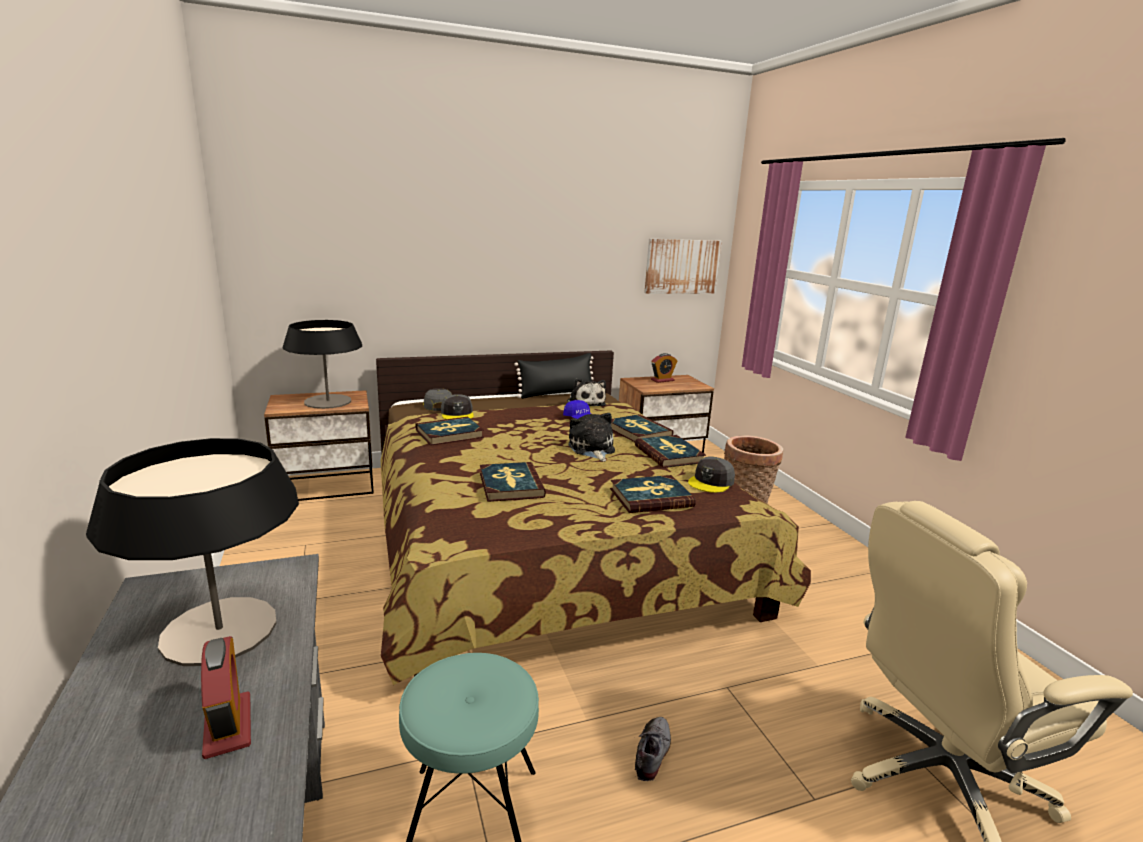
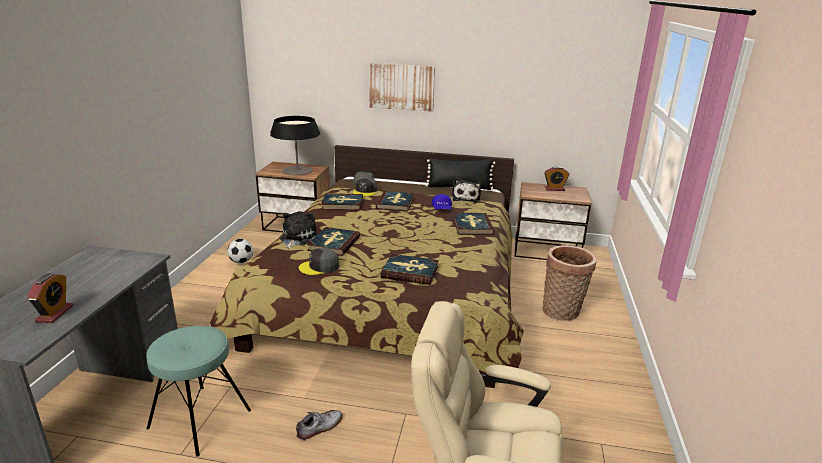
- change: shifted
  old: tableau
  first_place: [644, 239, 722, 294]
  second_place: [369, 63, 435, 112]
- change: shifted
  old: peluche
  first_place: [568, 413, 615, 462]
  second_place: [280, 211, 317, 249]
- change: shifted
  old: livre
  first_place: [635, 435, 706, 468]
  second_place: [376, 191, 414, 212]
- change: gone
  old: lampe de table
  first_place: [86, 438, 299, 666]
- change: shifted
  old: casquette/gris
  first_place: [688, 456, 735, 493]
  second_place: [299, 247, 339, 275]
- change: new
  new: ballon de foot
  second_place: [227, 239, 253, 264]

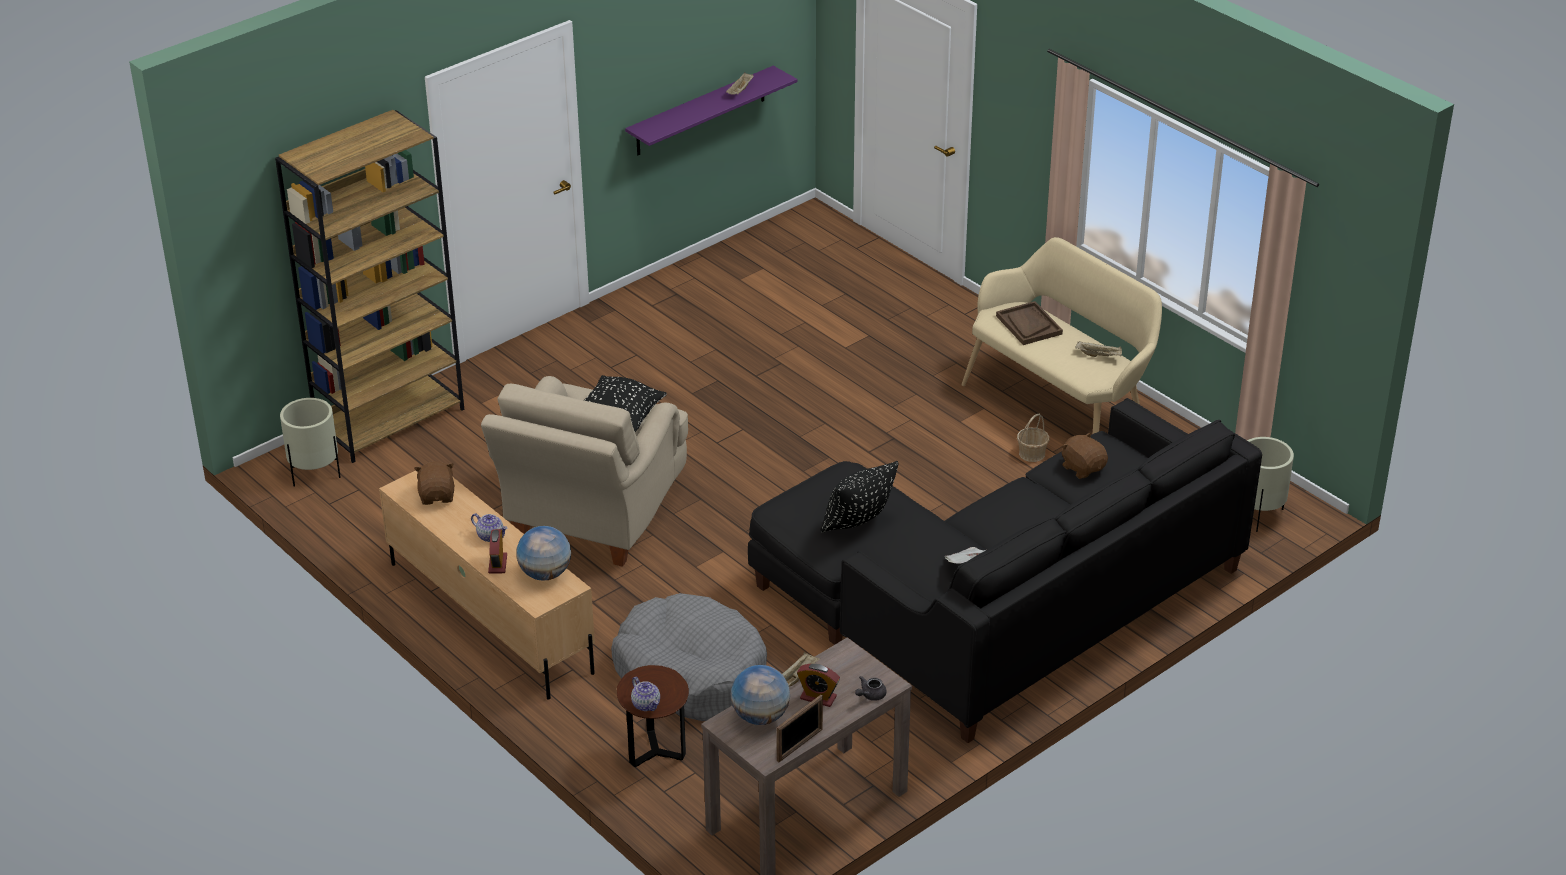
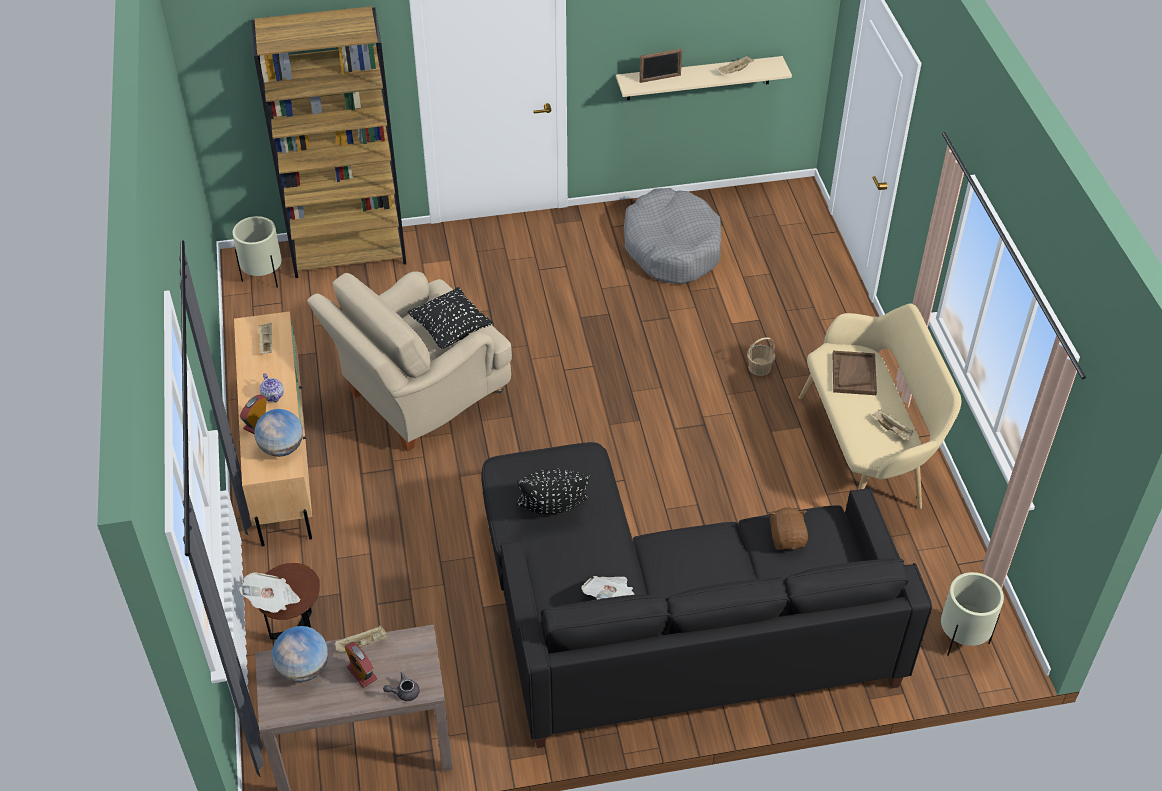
- change: repainted
  old: étagère/violet
  new: étagère/beige
  first_place: [625, 66, 797, 155]
  second_place: [616, 56, 792, 100]
- change: shifted
  old: panier
  first_place: [1017, 414, 1050, 462]
  second_place: [747, 337, 775, 376]
- change: swapped
  old: peluche/marron
  new: plateau/beige
  first_place: [414, 462, 454, 505]
  second_place: [258, 322, 272, 354]
- change: shifted
  old: panier pour chien/gris
  first_place: [611, 593, 767, 721]
  second_place: [624, 188, 721, 284]
- change: swapped
  old: théière
  new: journal
  first_place: [631, 677, 660, 711]
  second_place: [239, 572, 300, 613]
- change: shifted
  old: cadre photo
  first_place: [777, 695, 823, 762]
  second_place: [639, 48, 682, 83]

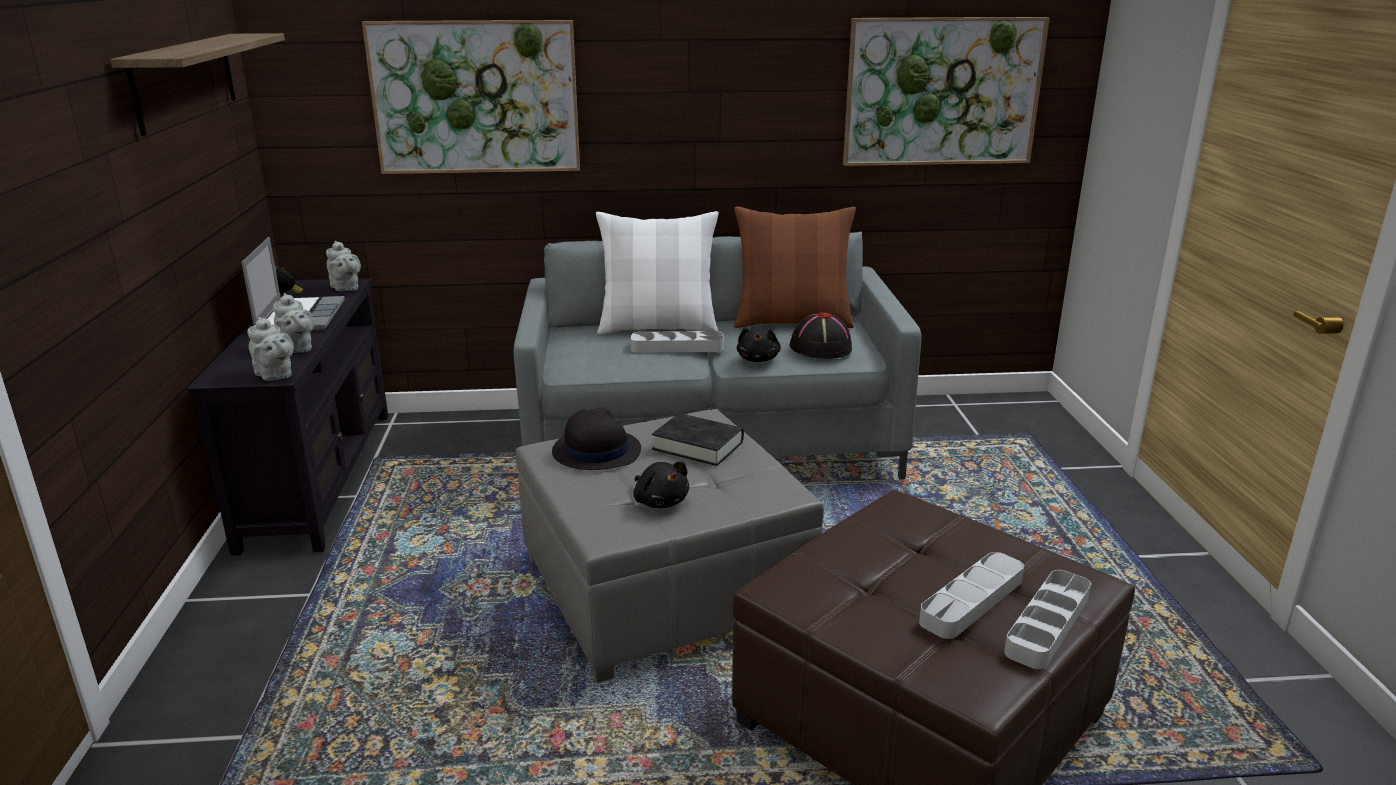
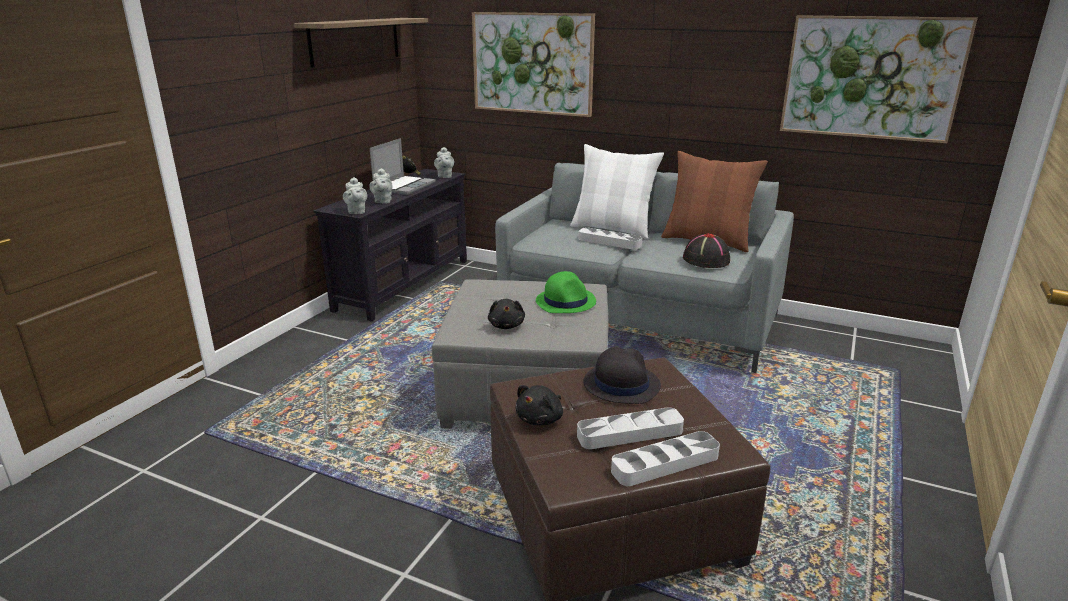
- change: shifted
  old: peluche/noir
  first_place: [737, 327, 781, 362]
  second_place: [515, 385, 563, 425]
- change: shifted
  old: chapeau/noir
  first_place: [552, 408, 641, 470]
  second_place: [583, 347, 661, 404]
- change: swapped
  old: livre/noir
  new: chapeau/vert
  first_place: [652, 413, 744, 466]
  second_place: [536, 271, 596, 313]

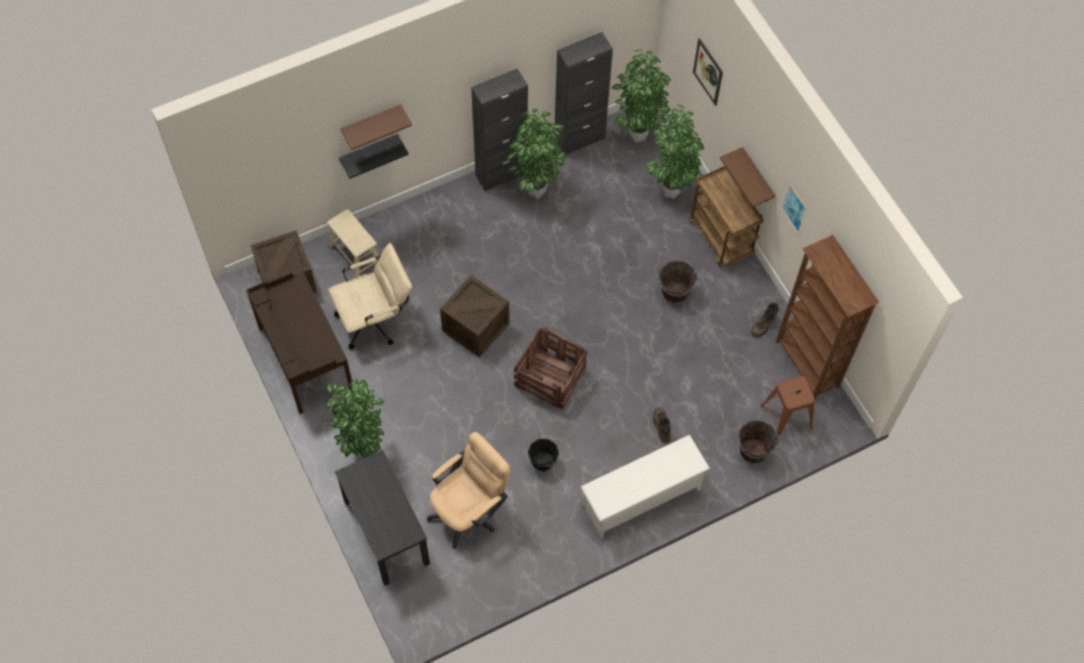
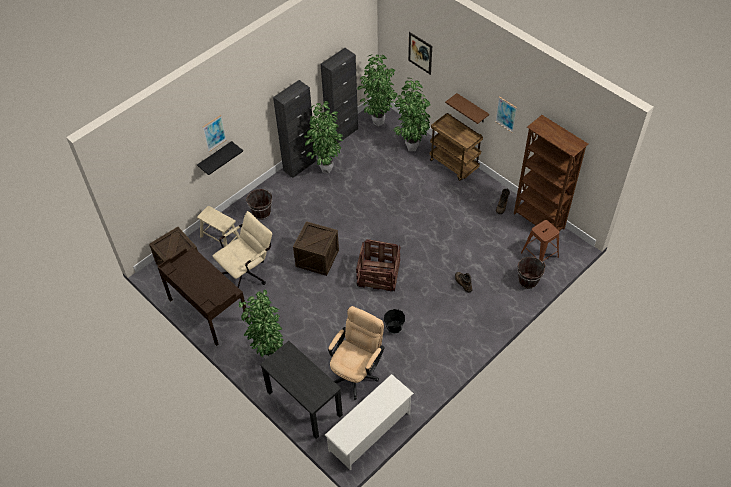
- change: swapped
  old: étagère/marron
  new: tableau
  first_place: [341, 104, 412, 150]
  second_place: [203, 115, 226, 152]
- change: shifted
  old: seau/marron
  first_place: [659, 260, 698, 304]
  second_place: [246, 189, 272, 220]
- change: shifted
  old: étagère à chaussures/blanc
  first_place: [580, 435, 710, 538]
  second_place: [325, 374, 414, 470]

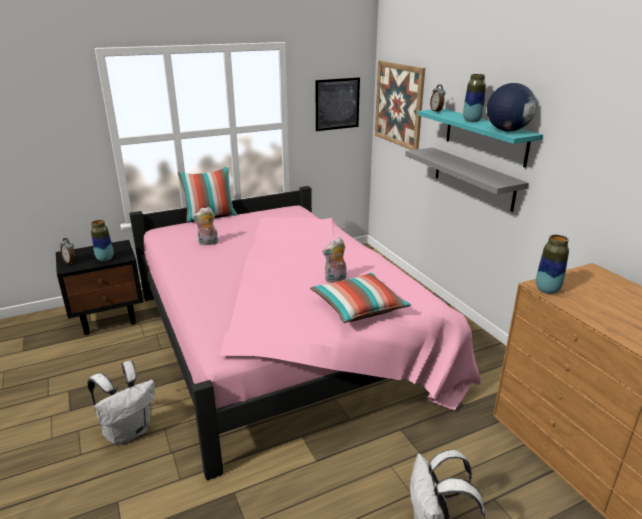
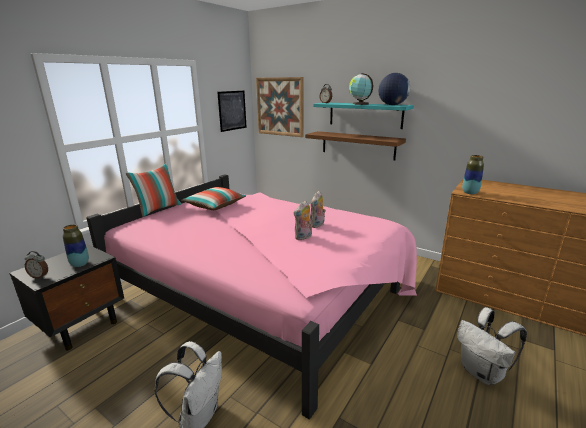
- change: swapped
  old: vase
  new: globe
  first_place: [463, 74, 486, 122]
  second_place: [349, 73, 374, 105]
- change: repainted
  old: étagère/gris
  new: étagère/marron
  first_place: [405, 147, 528, 212]
  second_place: [305, 131, 406, 160]
- change: shifted
  old: peluche
  first_place: [192, 207, 219, 245]
  second_place: [294, 201, 312, 240]
- change: shifted
  old: coussin
  first_place: [310, 272, 411, 323]
  second_place: [181, 187, 246, 210]

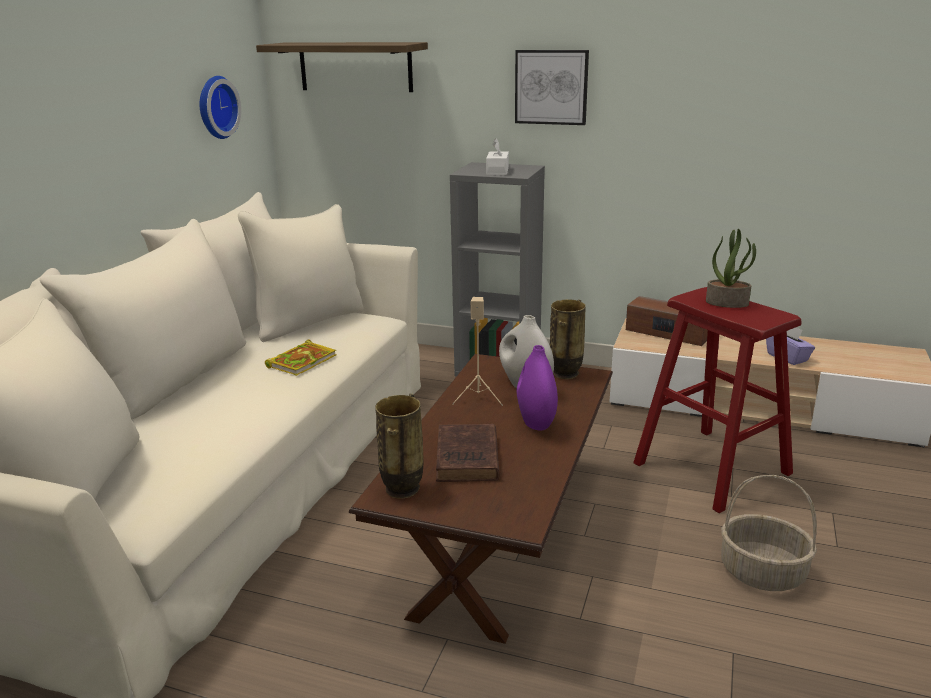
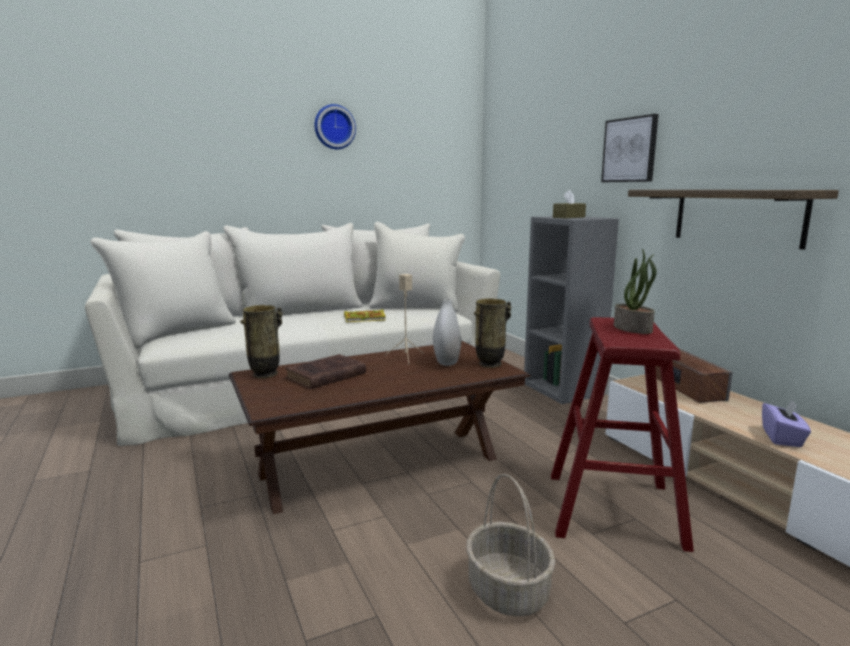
- change: shifted
  old: étagère
  first_place: [256, 42, 428, 92]
  second_place: [628, 190, 839, 250]
- change: shifted
  old: horloge murale
  first_place: [200, 76, 241, 139]
  second_place: [314, 104, 356, 149]
- change: repainted
  old: boîte à mouchoirs/blanc
  new: boîte à mouchoirs/marron
  first_place: [486, 139, 509, 175]
  second_place: [553, 190, 586, 218]
- change: gone
  old: vase/violet
  first_place: [517, 345, 558, 431]

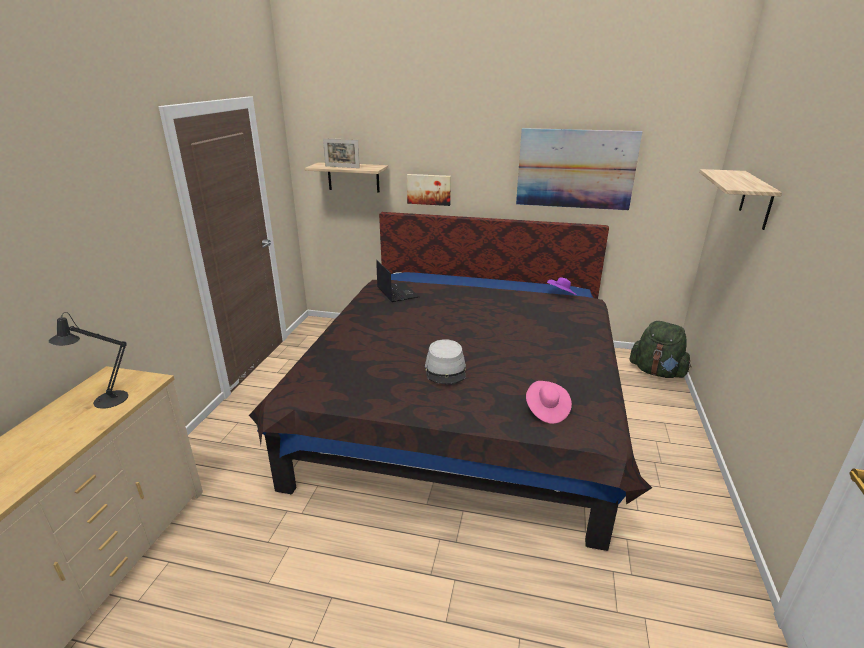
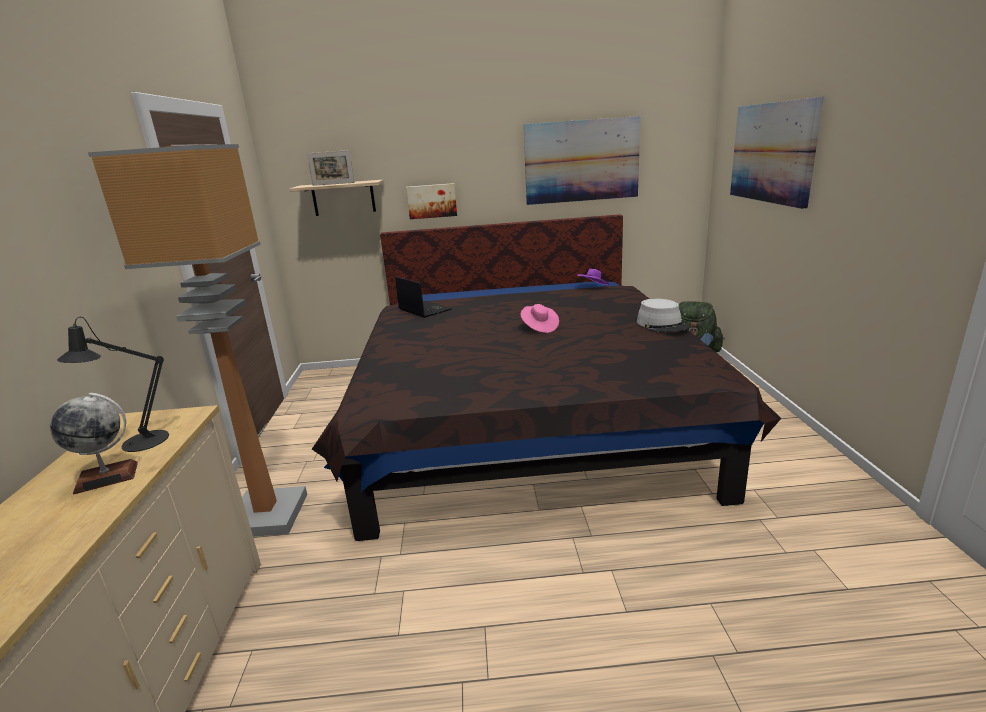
- change: swapped
  old: étagère
  new: tableau
  first_place: [699, 169, 782, 230]
  second_place: [730, 97, 824, 209]
- change: shifted
  old: chapeau/gris
  first_place: [425, 339, 466, 384]
  second_place: [637, 299, 690, 332]
- change: shifted
  old: chapeau/rose
  first_place: [526, 381, 572, 424]
  second_place: [520, 304, 559, 333]
- change: new
  new: lampadaire
  second_place: [88, 144, 307, 537]
- change: new
  new: globe
  second_place: [50, 393, 138, 494]

